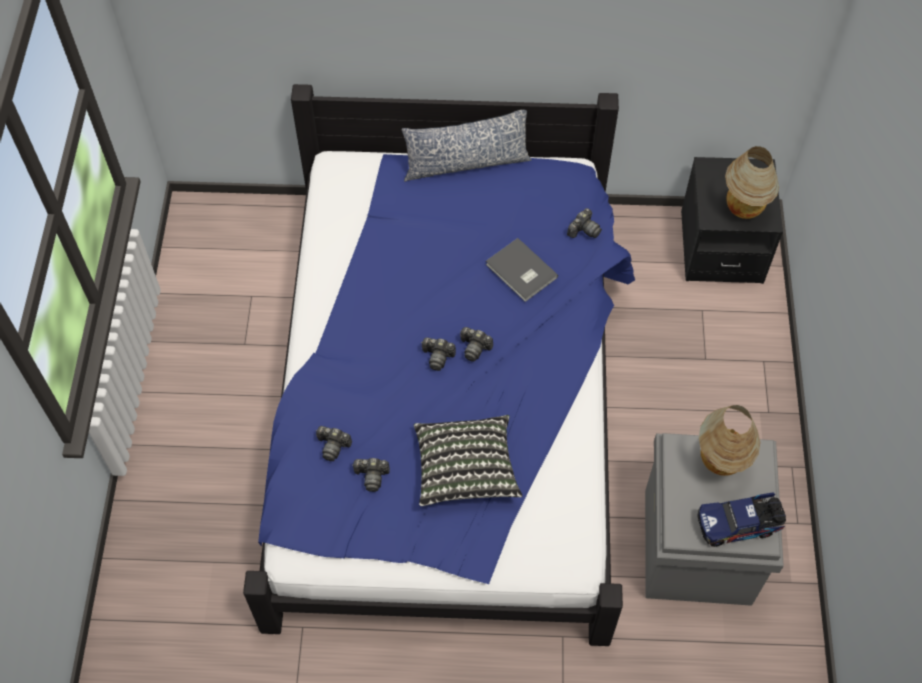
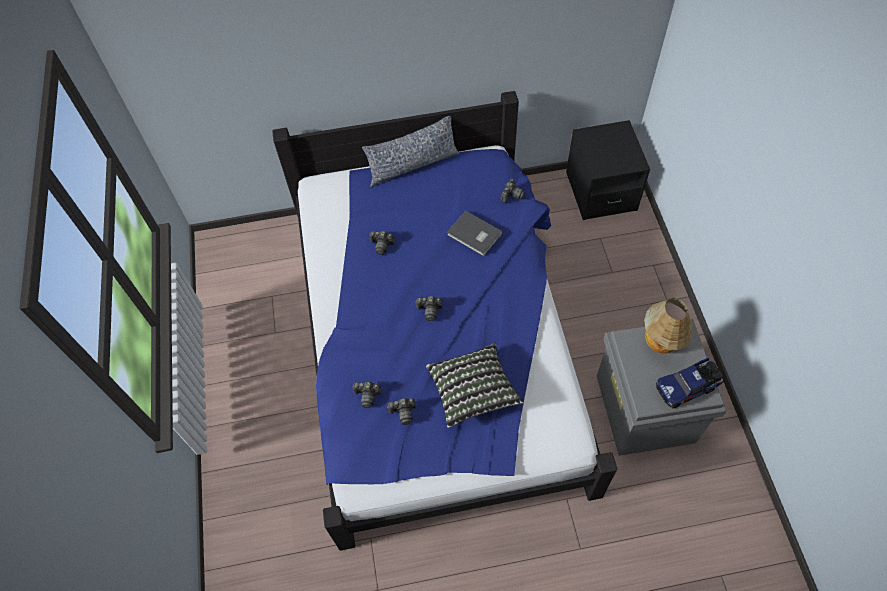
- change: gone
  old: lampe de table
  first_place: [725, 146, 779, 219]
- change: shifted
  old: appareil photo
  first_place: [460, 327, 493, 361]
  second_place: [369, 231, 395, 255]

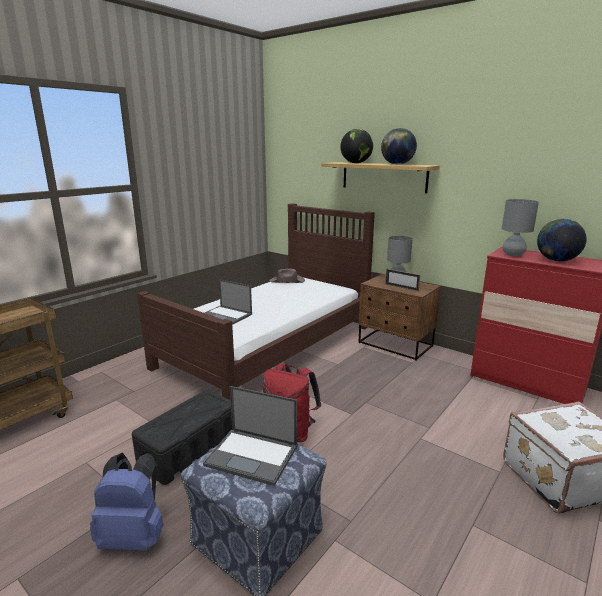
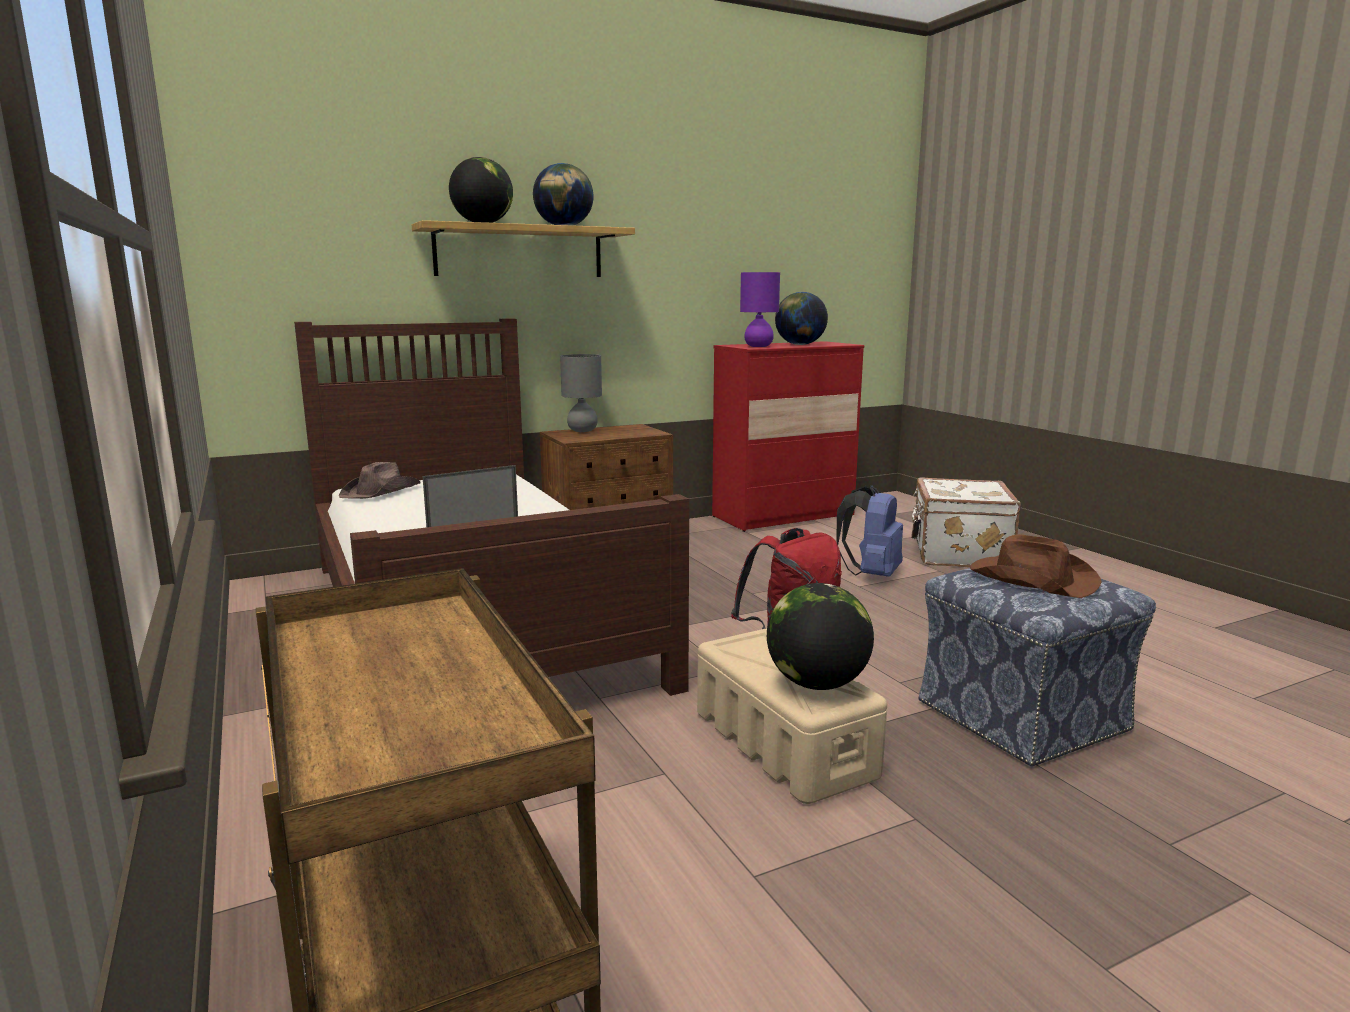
- change: repainted
  old: lampe de table/gris
  new: lampe de table/violet
  first_place: [502, 199, 539, 256]
  second_place: [740, 272, 780, 347]
- change: gone
  old: cadre photo
  first_place: [385, 269, 420, 291]
- change: swapped
  old: ordinateur portable
  new: chapeau/marron
  first_place: [203, 386, 297, 486]
  second_place: [970, 534, 1102, 598]
- change: repainted
  old: boîte de rangement/noir
  new: boîte de rangement/beige
  first_place: [132, 390, 232, 485]
  second_place: [697, 629, 887, 804]
- change: shifted
  old: sac à dos/bleu
  first_place: [90, 452, 163, 551]
  second_place: [836, 485, 903, 577]
- change: new
  new: globe
  second_place: [767, 583, 874, 690]

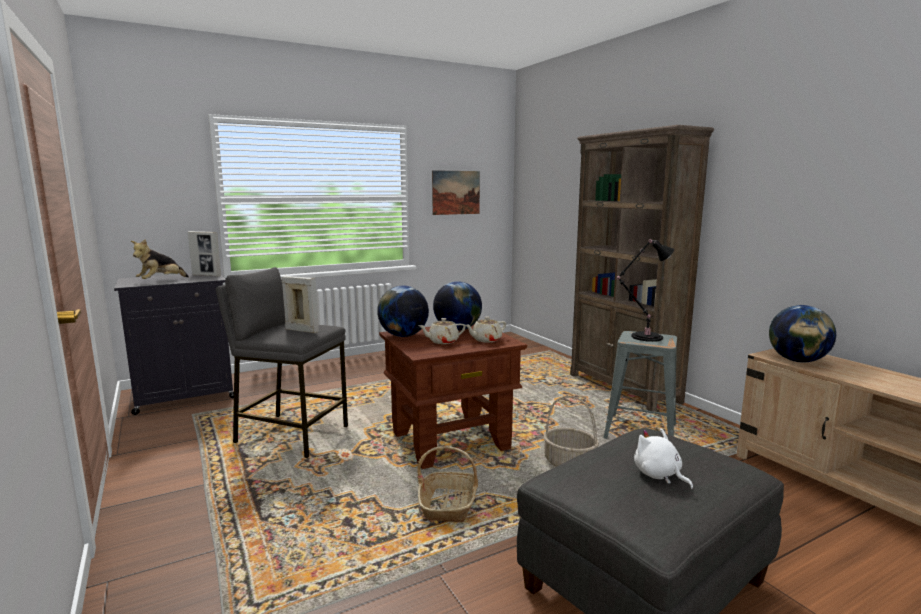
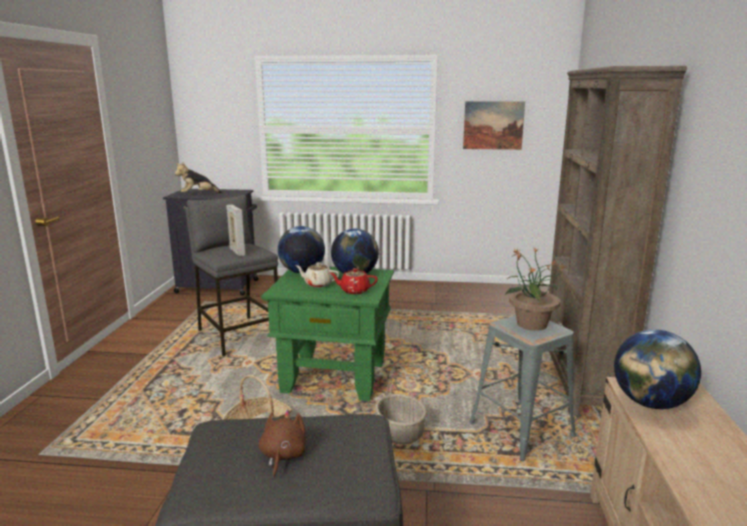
- change: gone
  old: cadre photo
  first_place: [188, 231, 221, 276]
- change: swapped
  old: lampe de table/noir
  new: plante en pot
  first_place: [617, 239, 674, 342]
  second_place: [505, 247, 567, 331]
- change: repainted
  old: théière/beige
  new: théière/rouge
  first_place: [465, 317, 506, 342]
  second_place: [330, 268, 378, 294]
- change: repainted
  old: table d'appoint/marron
  new: table d'appoint/vert
  first_place: [379, 324, 527, 469]
  second_place: [261, 267, 394, 401]
- change: repainted
  old: peluche/blanc
  new: peluche/marron
  first_place: [634, 428, 693, 489]
  second_place: [259, 410, 306, 477]

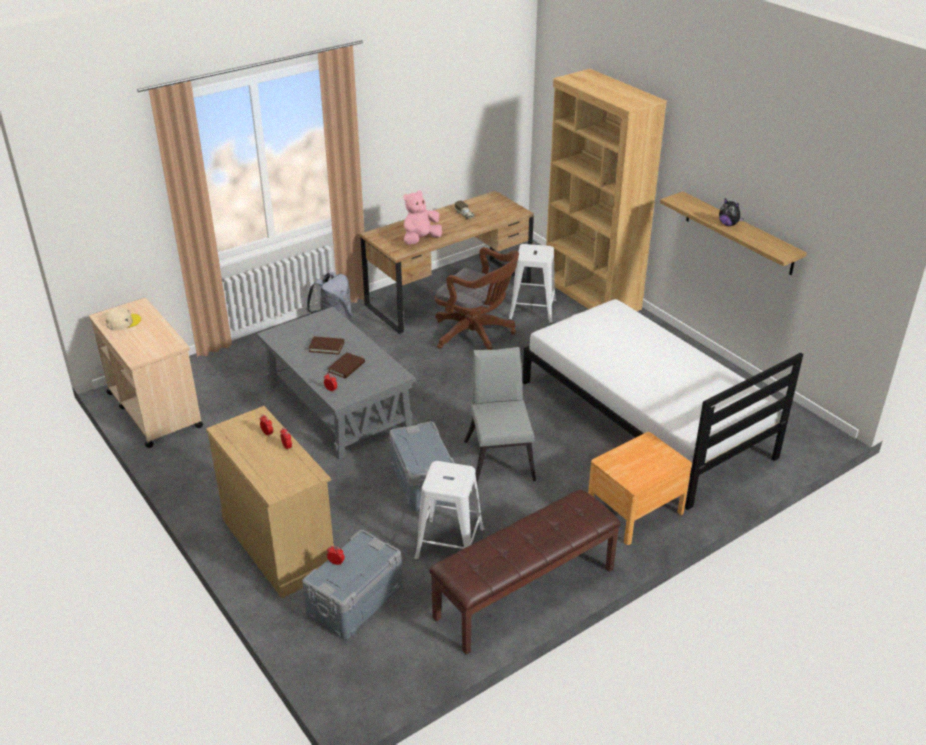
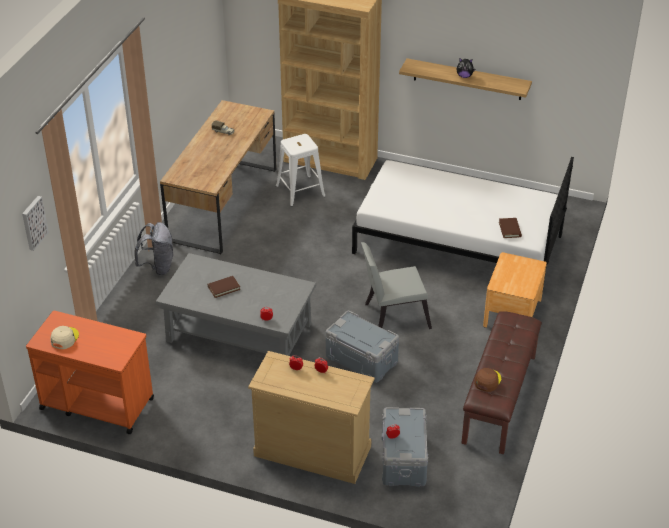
- change: gone
  old: peluche/rose
  first_place: [403, 190, 442, 245]
- change: gone
  old: chaise de bureau/marron
  first_place: [435, 247, 519, 350]
- change: repainted
  old: chariot/beige
  new: chariot/orange
  first_place: [89, 298, 203, 448]
  second_place: [26, 311, 154, 434]
- change: rotated
  old: chaise/gris
  first_place: [464, 347, 536, 483]
  second_place: [361, 242, 432, 329]
  degrees: -60
- change: shifted
  old: livre/marron
  first_place: [328, 353, 365, 379]
  second_place: [499, 218, 522, 238]
- change: gone
  old: tabouret/blanc
  first_place: [415, 461, 484, 560]
- change: new
  new: tableau
  second_place: [22, 196, 49, 251]
- change: new
  new: casquette/marron
  second_place: [474, 368, 501, 392]

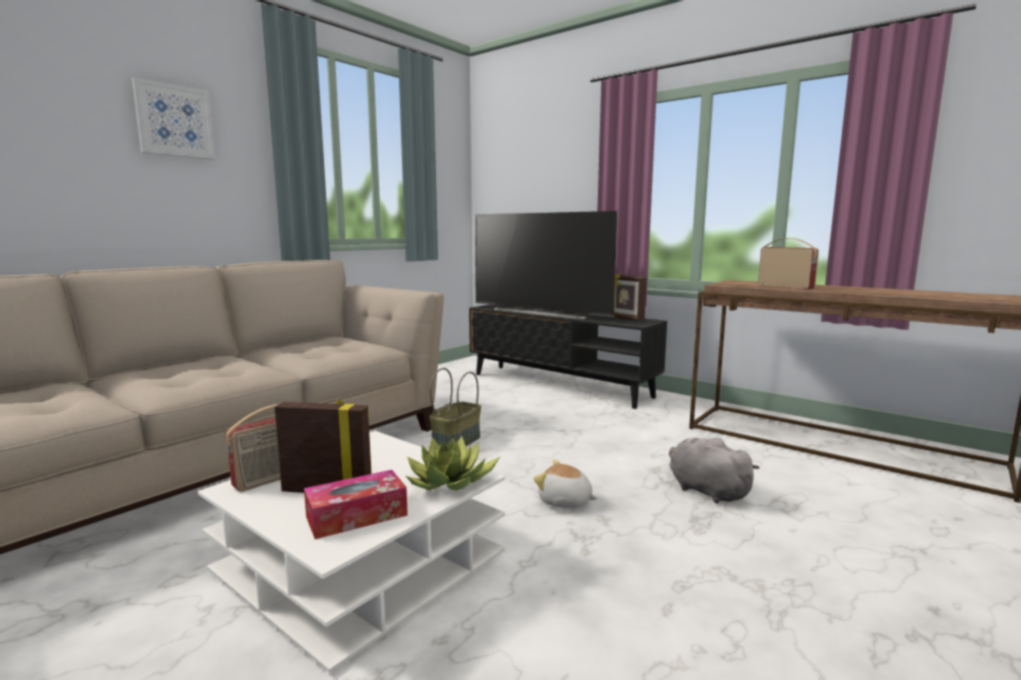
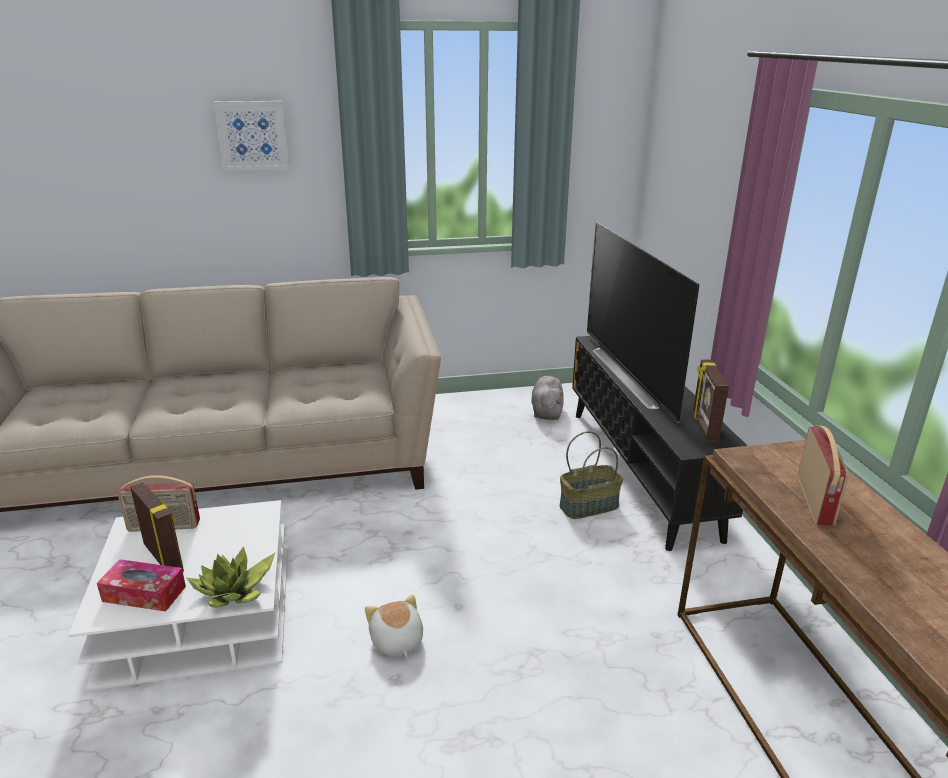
- change: shifted
  old: panier
  first_place: [429, 368, 481, 446]
  second_place: [560, 431, 623, 519]
- change: shifted
  old: peluche/gris
  first_place: [669, 437, 759, 504]
  second_place: [531, 376, 564, 420]

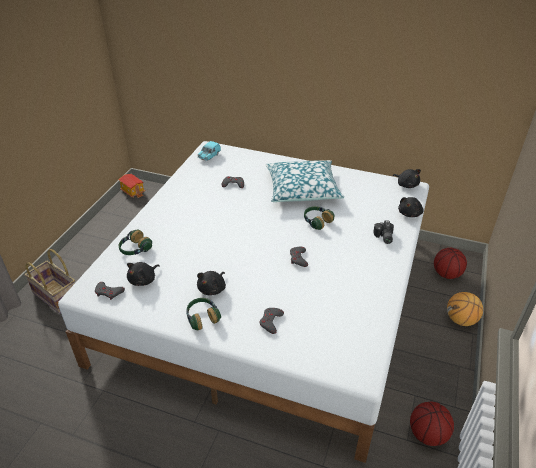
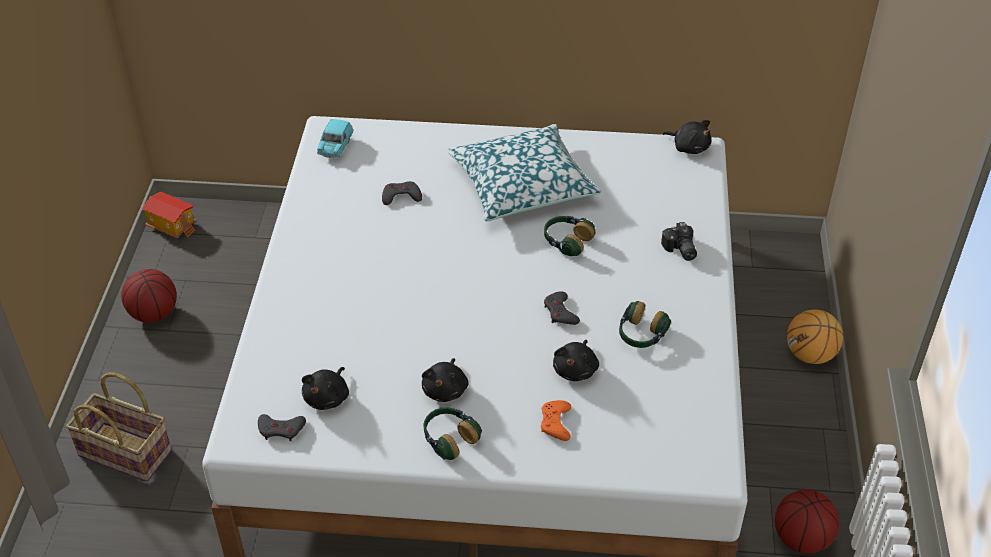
- change: shifted
  old: peluche/noir
  first_place: [398, 197, 424, 217]
  second_place: [553, 340, 599, 381]
- change: shifted
  old: casque audio
  first_place: [119, 230, 152, 255]
  second_place: [619, 301, 671, 348]
- change: shifted
  old: ballon de basket
  first_place: [434, 248, 467, 279]
  second_place: [121, 269, 177, 323]
- change: repainted
  old: manette/gris
  new: manette/orange
  first_place: [260, 308, 284, 334]
  second_place: [541, 400, 571, 441]

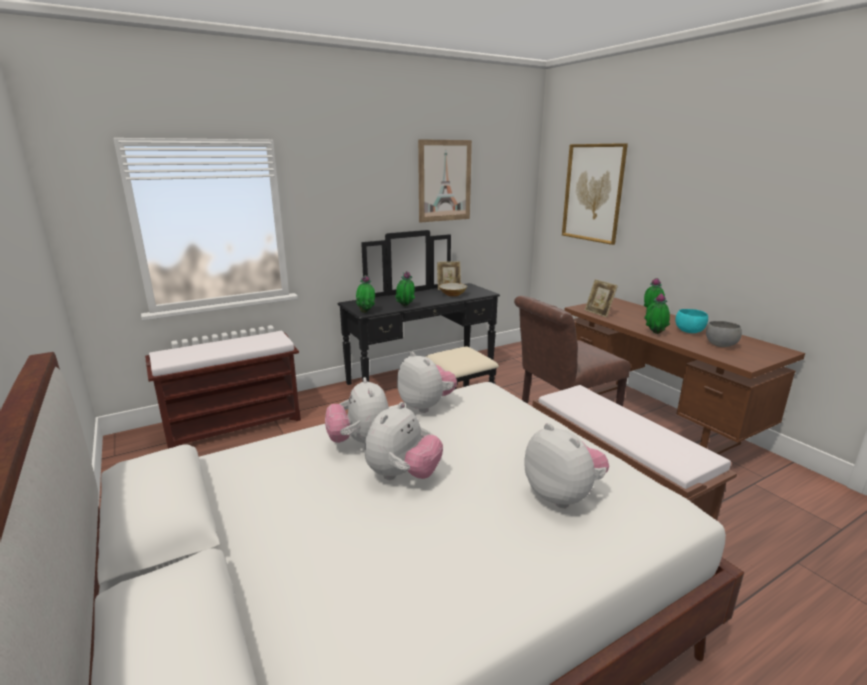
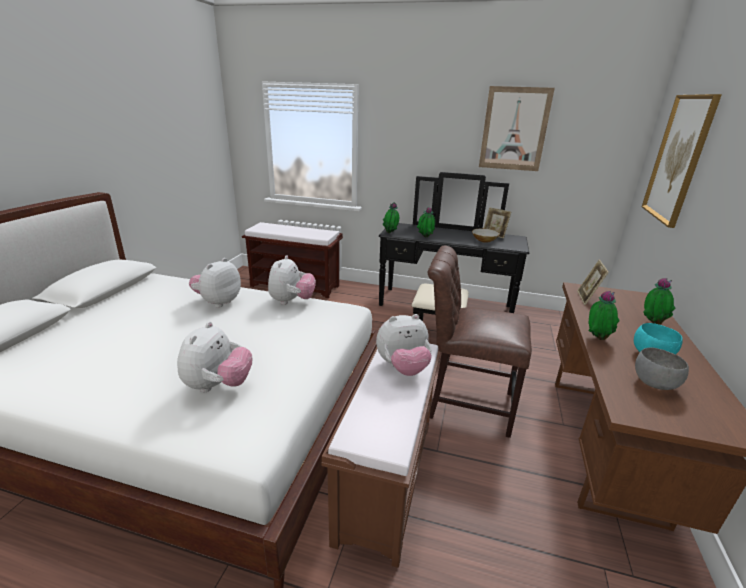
- change: shifted
  old: peluche
  first_place: [365, 402, 443, 480]
  second_place: [376, 314, 432, 376]

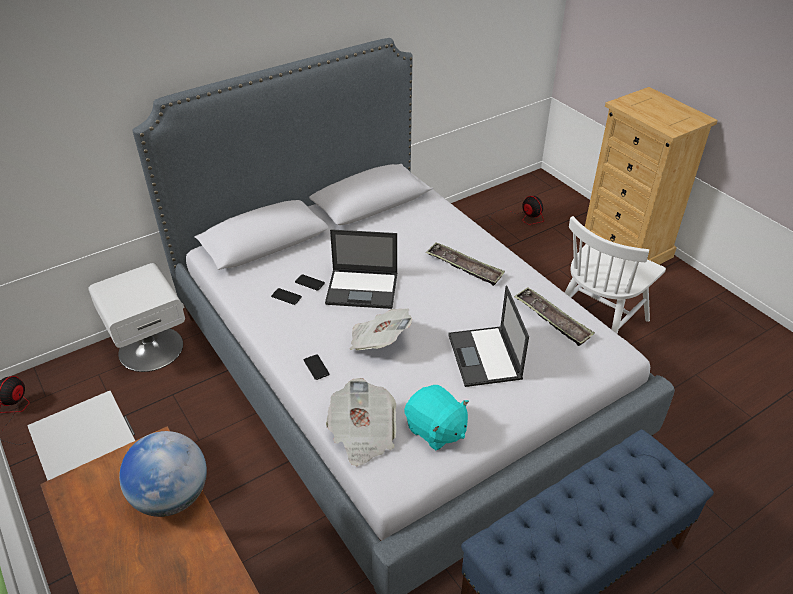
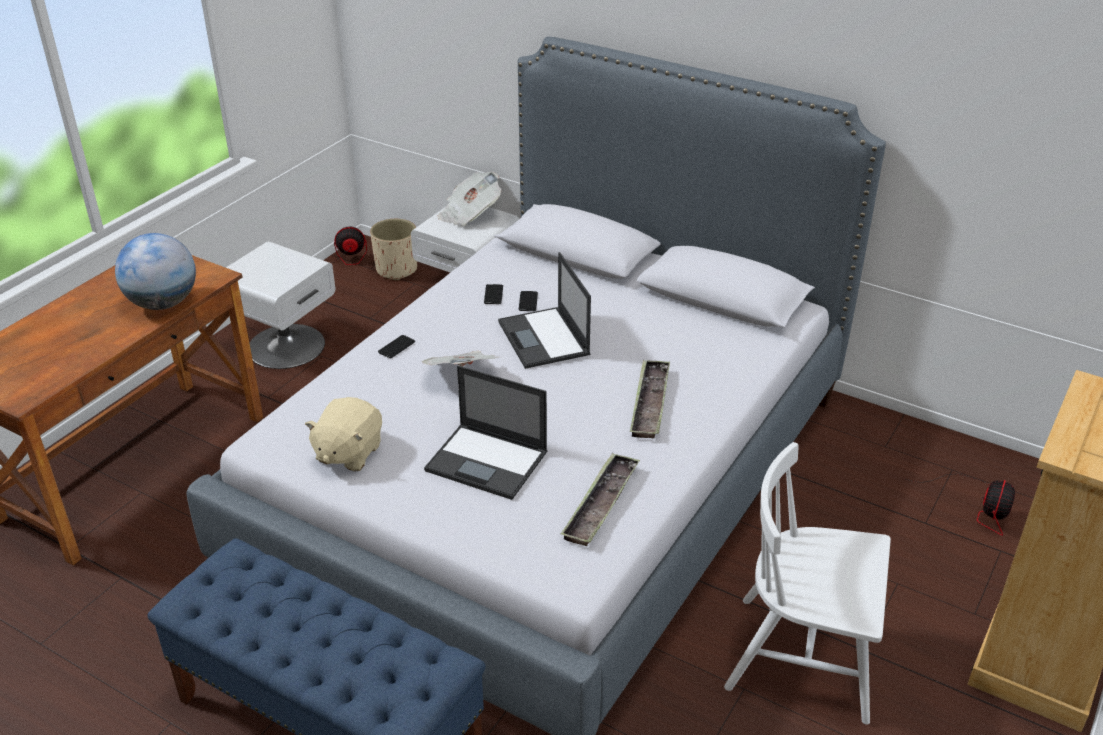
- change: rotated
  old: ordinateur portable
  first_place: [448, 286, 529, 387]
  second_place: [424, 365, 547, 500]
  degrees: -120
- change: shifted
  old: journal
  first_place: [326, 378, 396, 466]
  second_place: [438, 172, 501, 226]
- change: repainted
  old: peluche/turquoise
  new: peluche/beige
  first_place: [404, 385, 469, 450]
  second_place: [305, 397, 382, 471]
- change: new
  new: cache-pot/beige
  second_place: [370, 219, 417, 280]

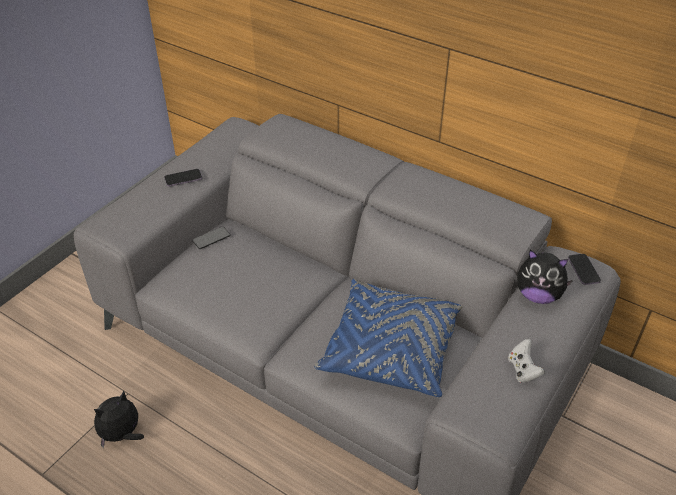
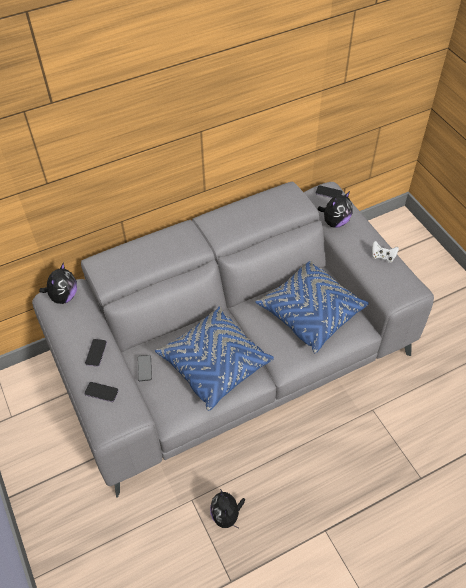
- change: new
  new: peluche
  second_place: [39, 262, 77, 304]
- change: new
  new: coussin/bleu
  second_place: [155, 306, 274, 411]
- change: new
  new: téléphone
  second_place: [85, 382, 119, 402]

